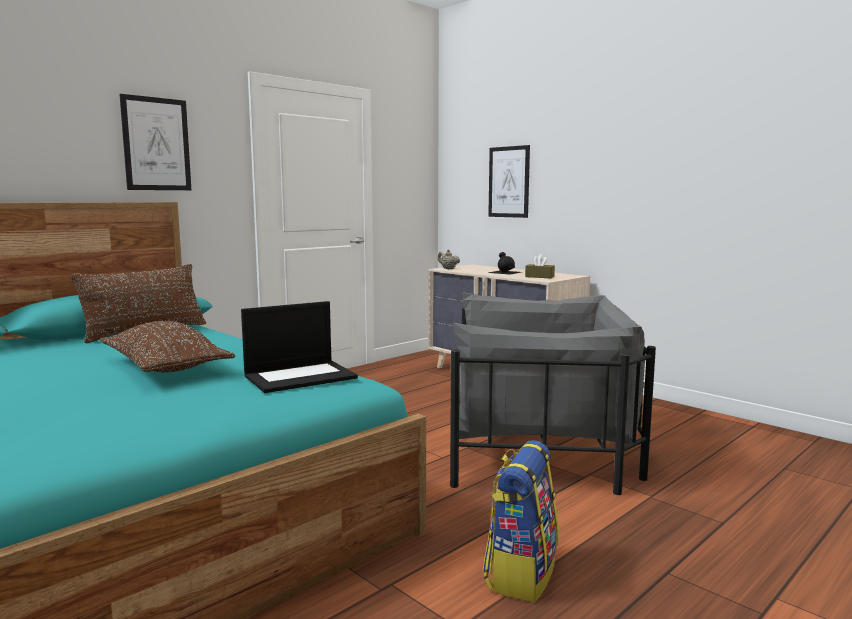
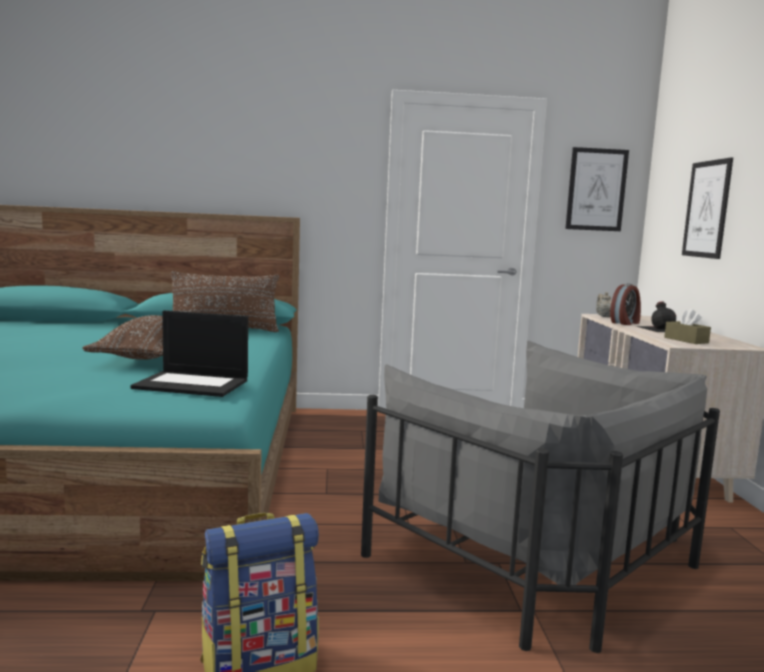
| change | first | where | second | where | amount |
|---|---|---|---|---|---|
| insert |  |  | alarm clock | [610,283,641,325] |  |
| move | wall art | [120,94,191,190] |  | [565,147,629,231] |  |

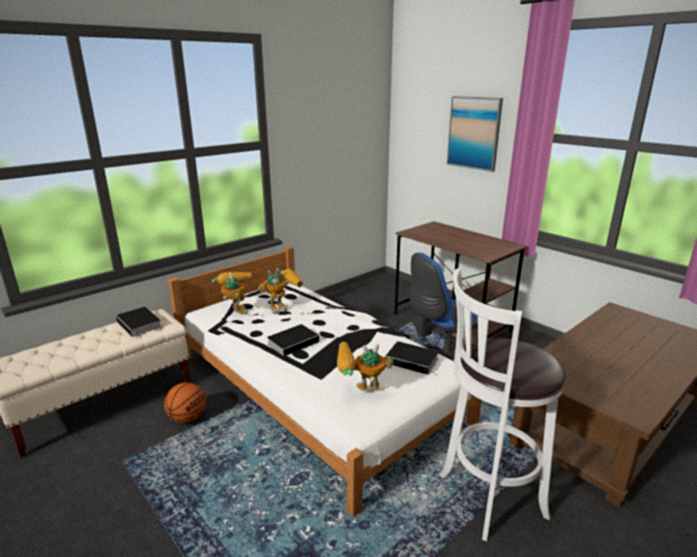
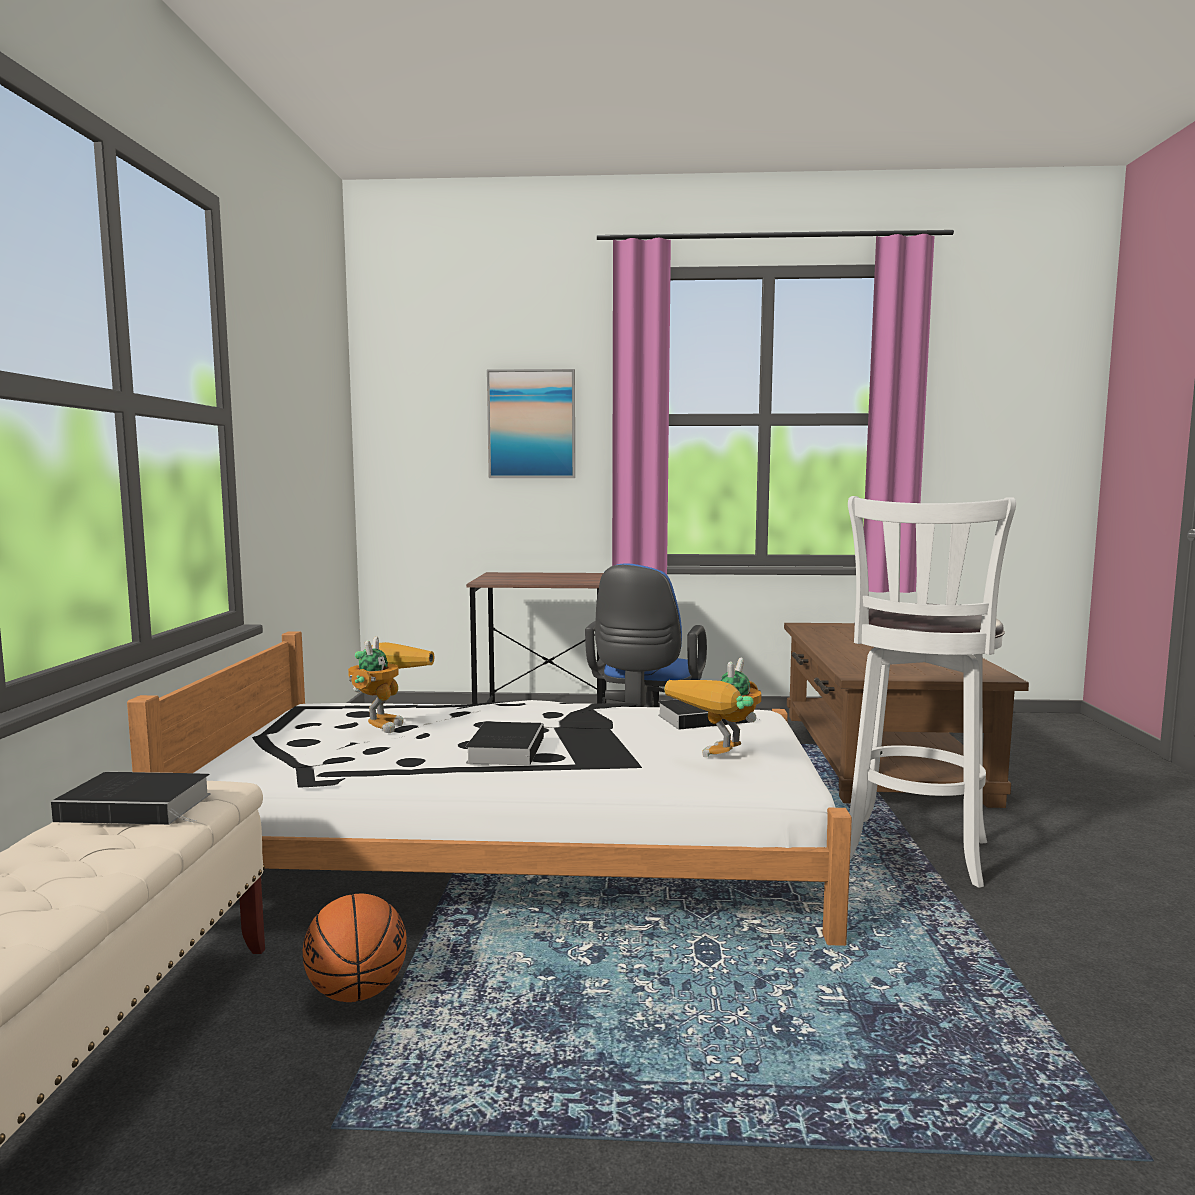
| change | first | where | second | where | amount |
|---|---|---|---|---|---|
| delete | robot figure | [212,272,252,315] |  |  |  |

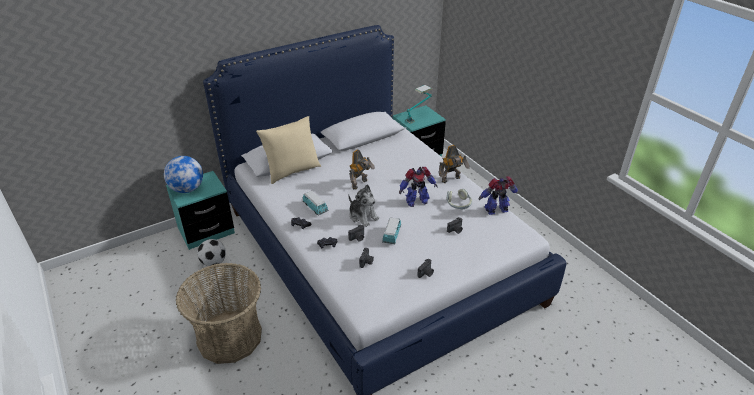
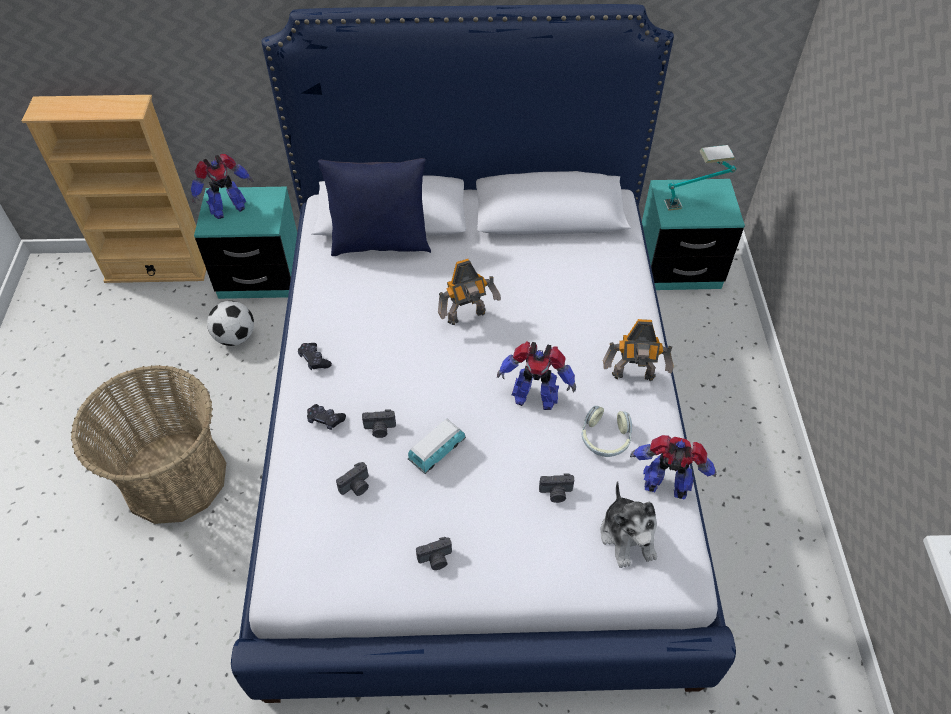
| change | first | where | second | where | amount |
|---|---|---|---|---|---|
| delete | toy car | [303,191,329,216] |  |  |  |
| insert |  |  | sand-coloured shelving unit | [22,95,206,283] |  |
| move | soft toy | [348,184,379,227] |  | [600,481,657,568] |  |
| replace | desk globe | [164,156,203,193] | robot figure | [191,153,254,219] |  |
| recolor | sand-coloured pillow | [256,116,321,184] | blue pillow | [318,158,431,256] |  |

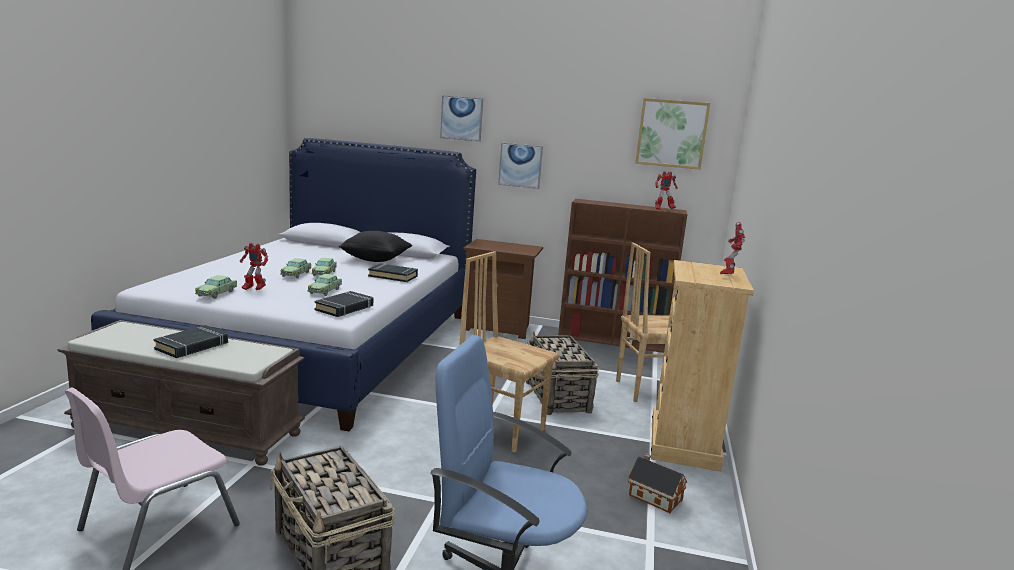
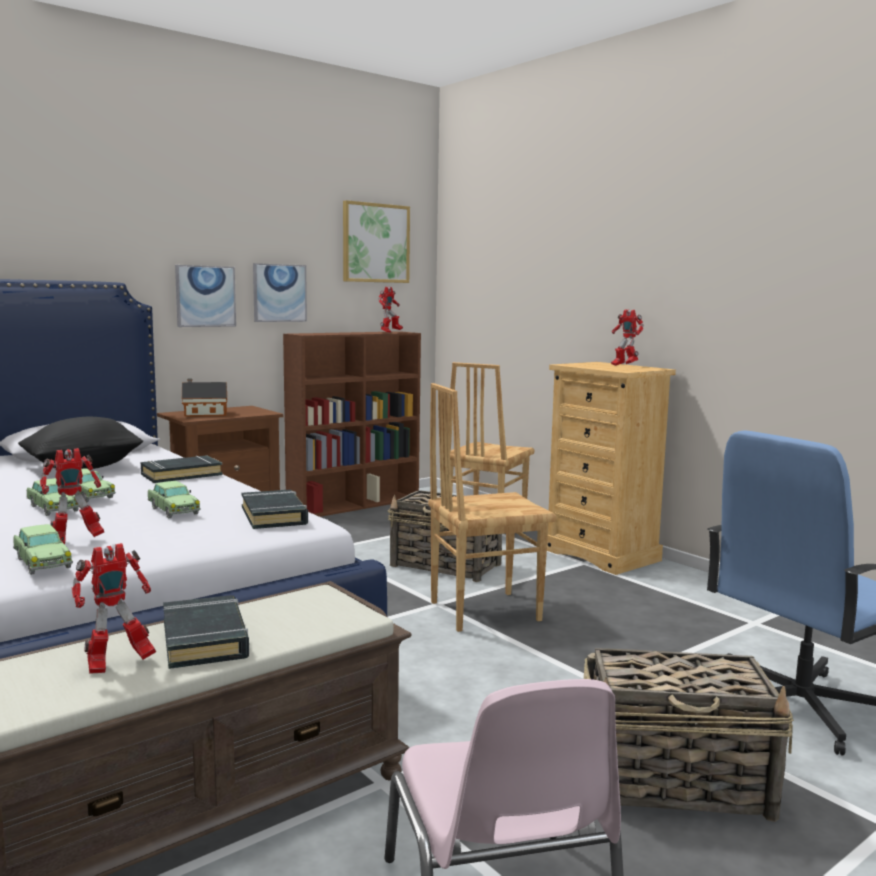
| change | first | where | second | where | amount |
|---|---|---|---|---|---|
| insert |  |  | robot figure | [72,543,156,674] |  |
| move | wall art | [440,95,483,142] |  | [253,263,307,322] |  |
| move | toy house | [628,453,688,513] |  | [182,379,227,417] |  |

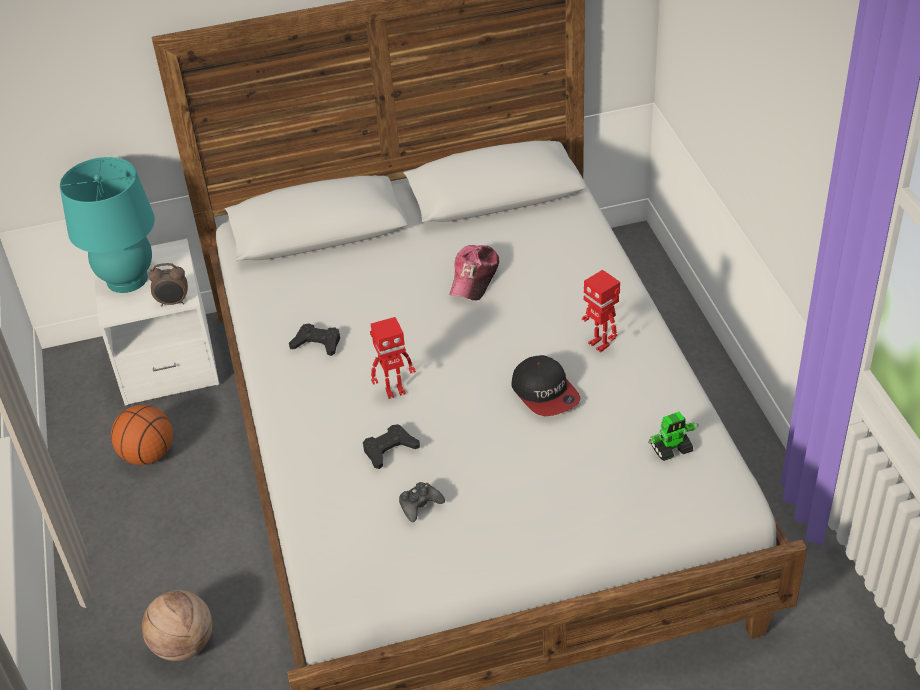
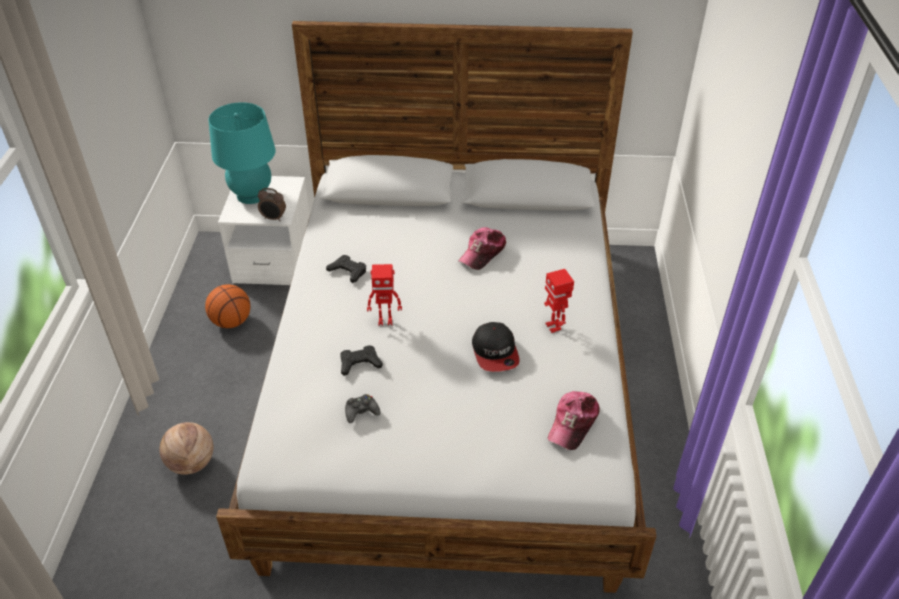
| change | first | where | second | where | amount |
|---|---|---|---|---|---|
| replace | robot figure | [648,412,699,461] | cap | [548,391,599,450] |  |

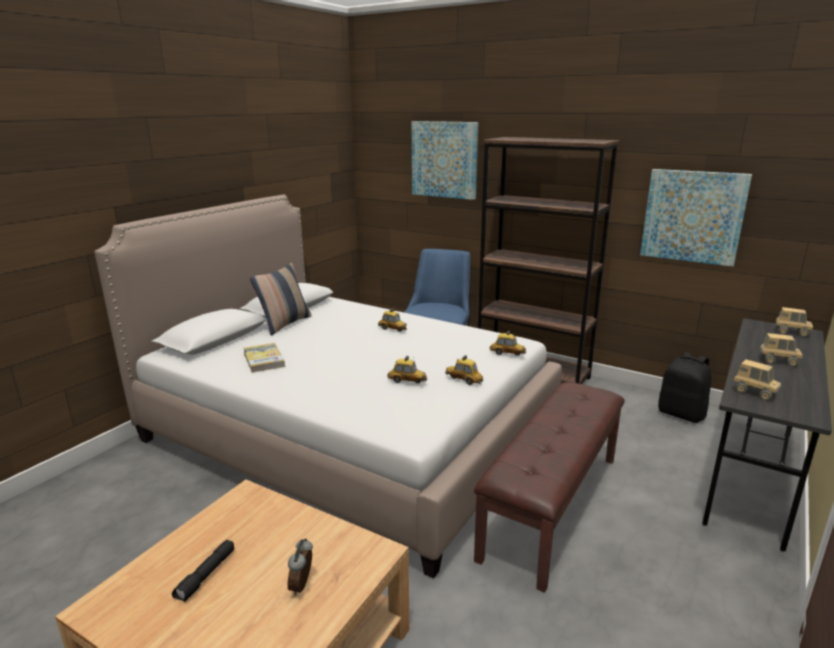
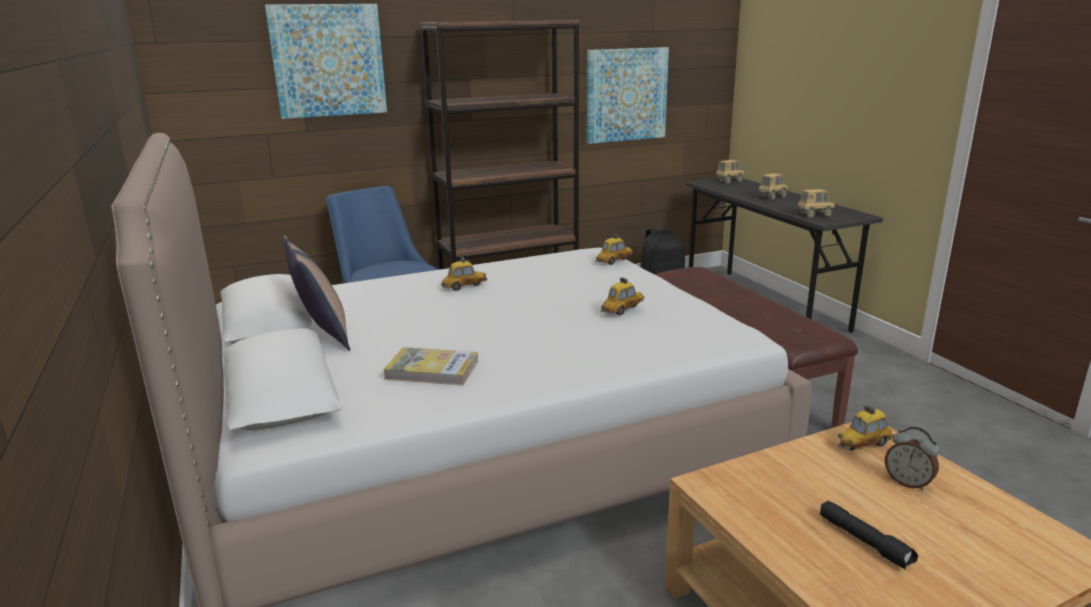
| change | first | where | second | where | amount |
|---|---|---|---|---|---|
| move | toy car | [445,355,483,385] |  | [838,405,894,450] |  |

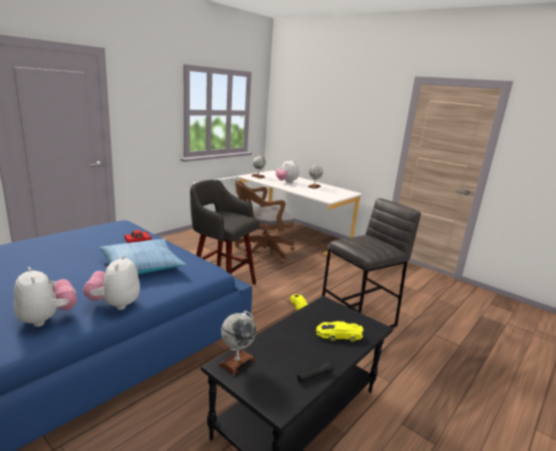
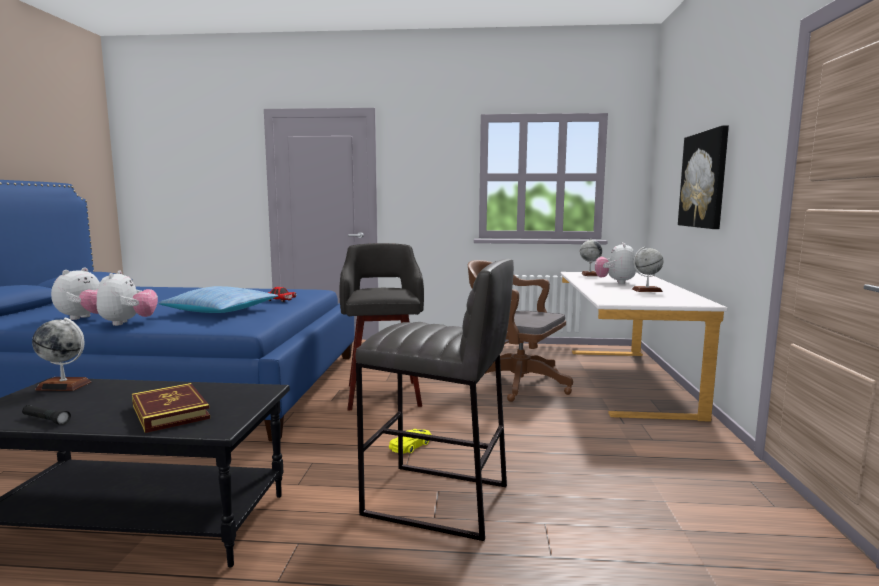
| change | first | where | second | where | amount |
|---|---|---|---|---|---|
| insert |  |  | wall art | [678,125,729,229] |  |
| replace | yellow toy car | [316,321,364,342] | volume | [132,383,210,433] |  |
| rotate | soft toy | [83,255,140,310] |  | [96,270,158,326] | 120 degrees clockwise |

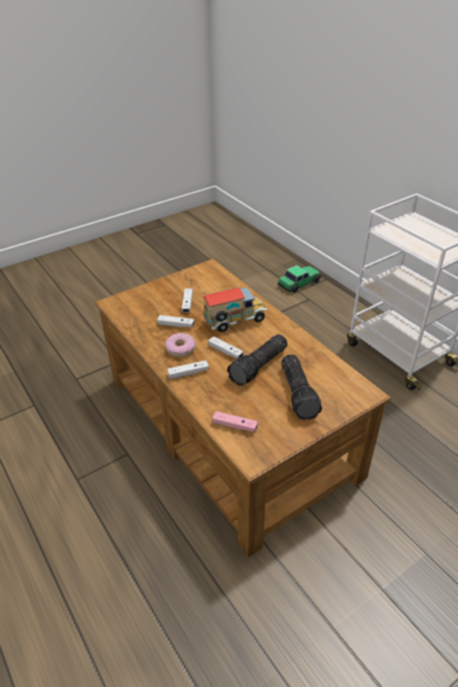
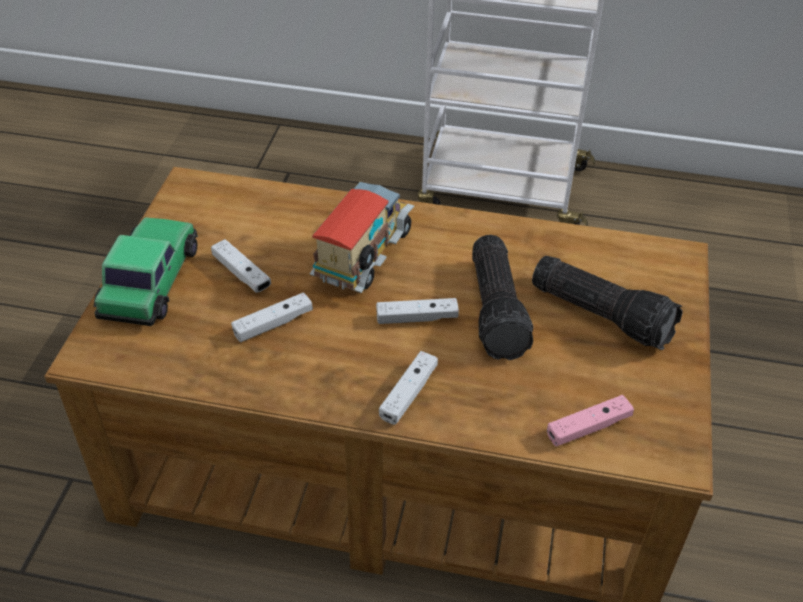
| change | first | where | second | where | amount |
|---|---|---|---|---|---|
| delete | ring doughnut | [165,333,196,357] |  |  |  |
| move | toy car | [278,265,322,293] |  | [93,217,198,326] |  |

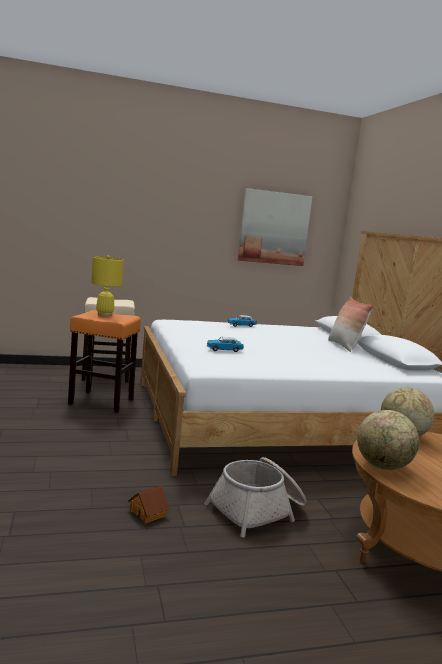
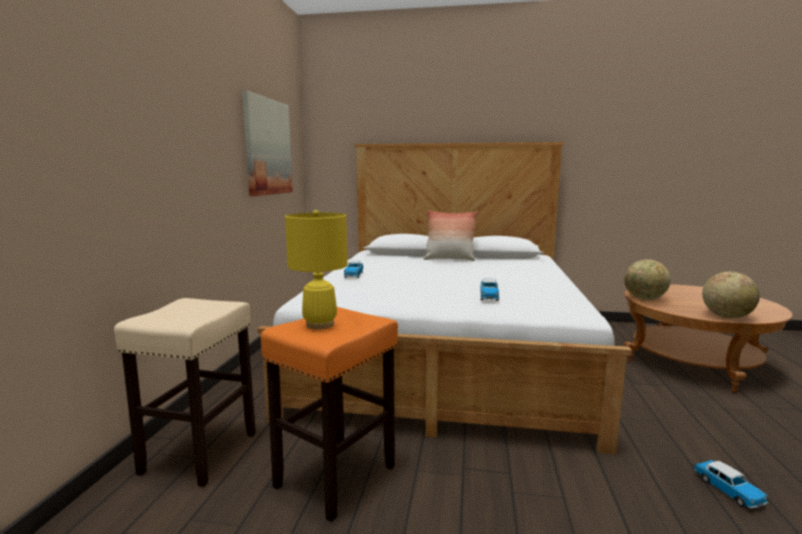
| change | first | where | second | where | amount |
|---|---|---|---|---|---|
| delete | basket | [204,457,306,538] |  |  |  |
| replace | toy house | [128,486,169,524] | toy car | [694,460,768,508] |  |

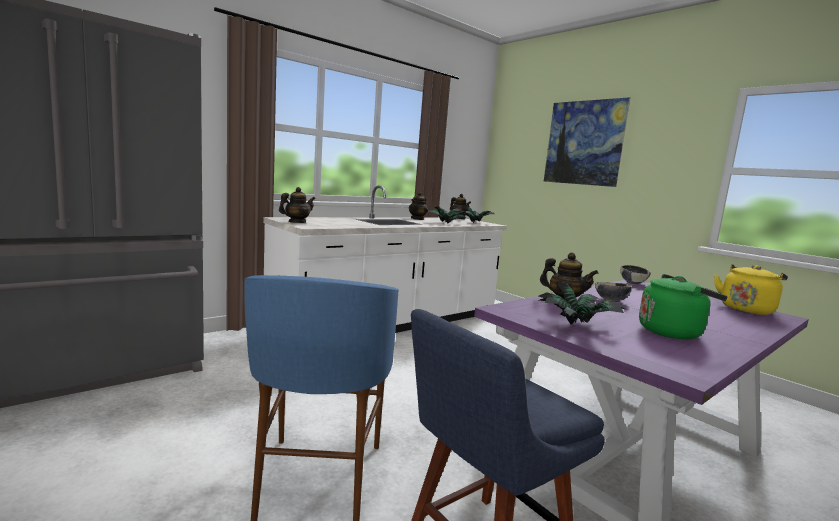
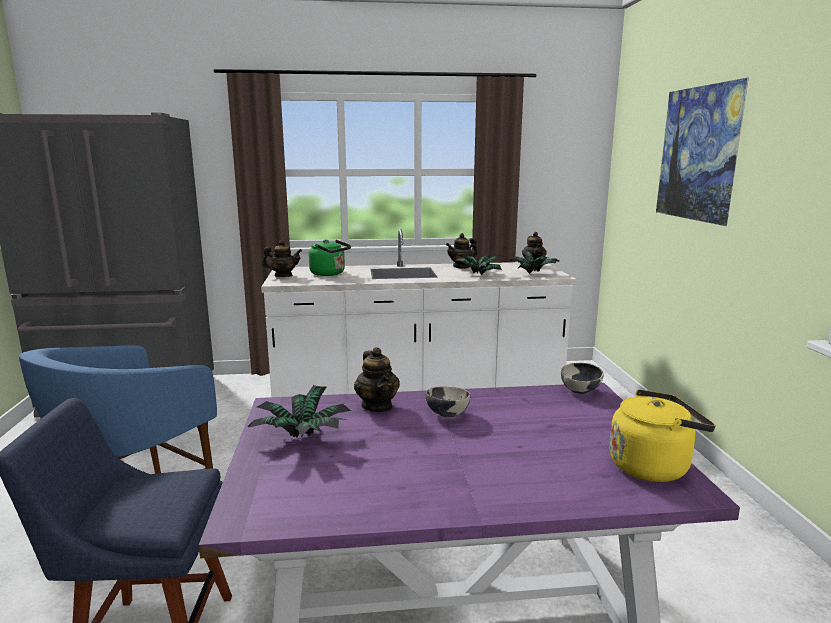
| change | first | where | second | where | amount |
|---|---|---|---|---|---|
| move | greenish kettle | [639,274,728,339] |  | [309,239,351,276] |  |

